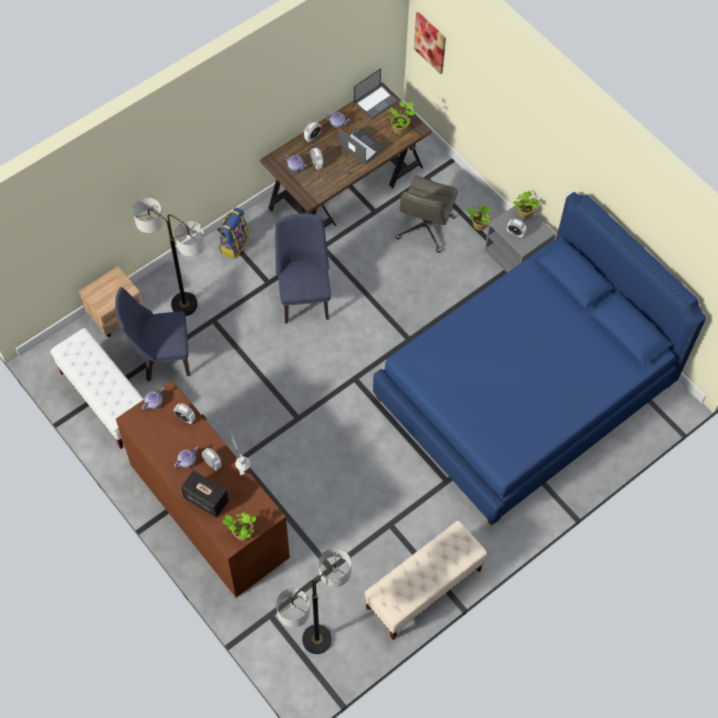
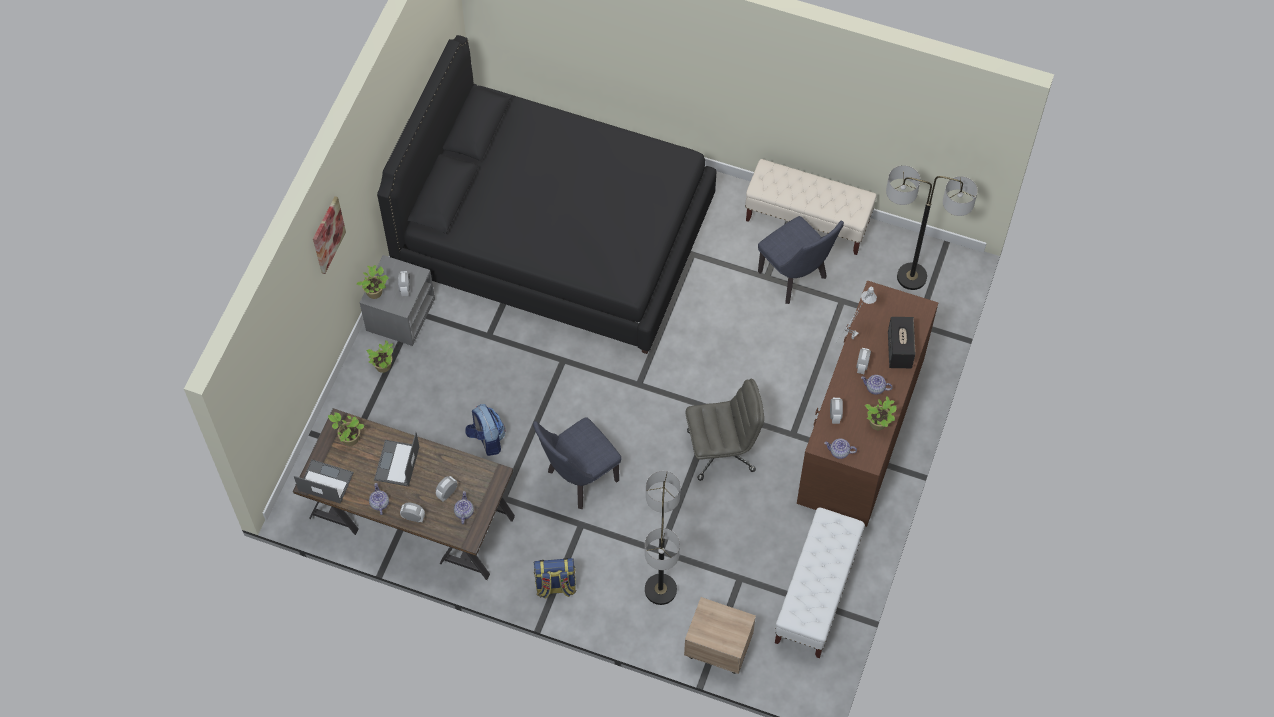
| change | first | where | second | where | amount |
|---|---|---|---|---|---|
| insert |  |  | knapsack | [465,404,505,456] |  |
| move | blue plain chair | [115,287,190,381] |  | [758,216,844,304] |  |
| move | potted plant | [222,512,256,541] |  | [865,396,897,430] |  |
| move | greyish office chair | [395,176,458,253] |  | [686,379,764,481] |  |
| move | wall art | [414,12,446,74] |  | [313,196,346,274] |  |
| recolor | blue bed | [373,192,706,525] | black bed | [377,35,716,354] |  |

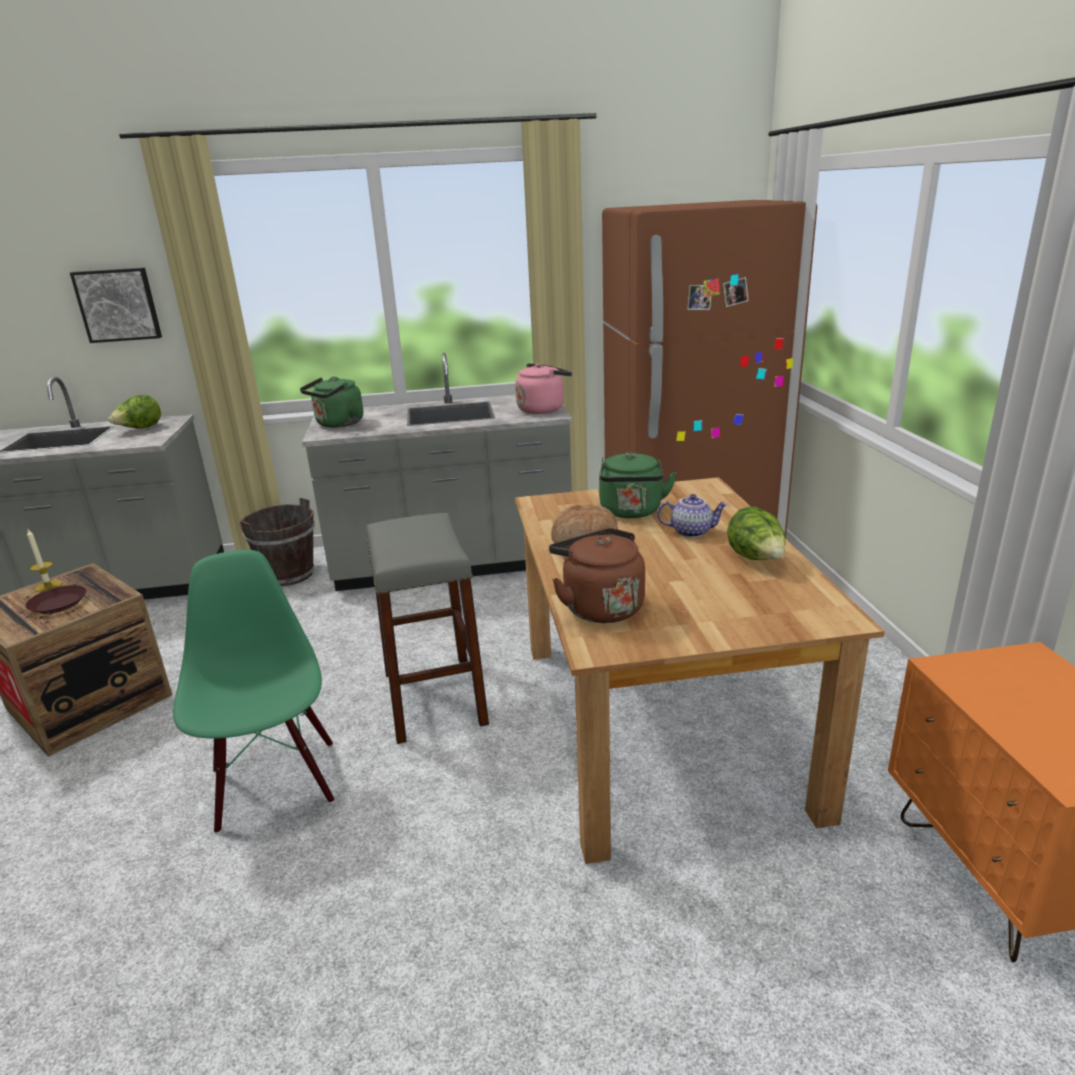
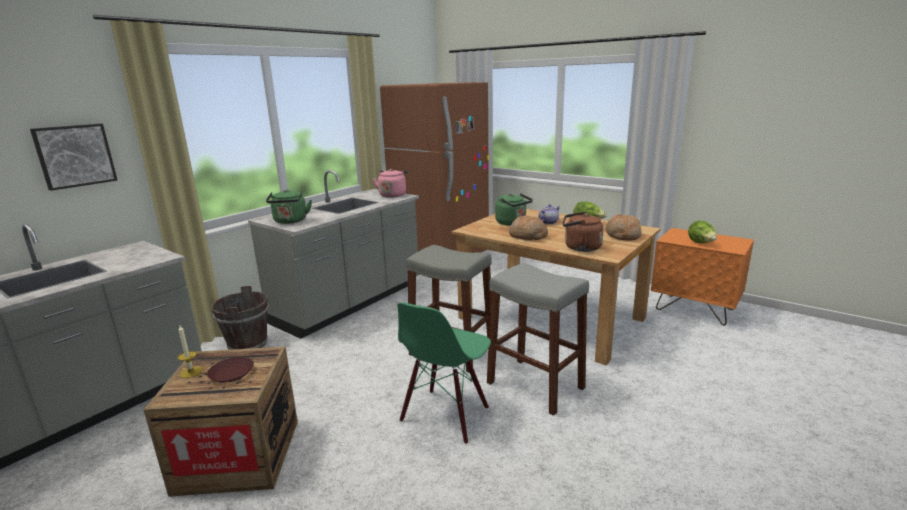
| change | first | where | second | where | amount |
|---|---|---|---|---|---|
| insert |  |  | greyish stool seat | [487,263,589,416] |  |
| insert |  |  | bread | [605,214,642,241] |  |
| move | lettuce | [108,395,161,428] |  | [688,220,717,243] |  |
| rotate | greenish plain chair | [173,550,334,834] |  | [397,302,491,444] | 90 degrees counterclockwise |

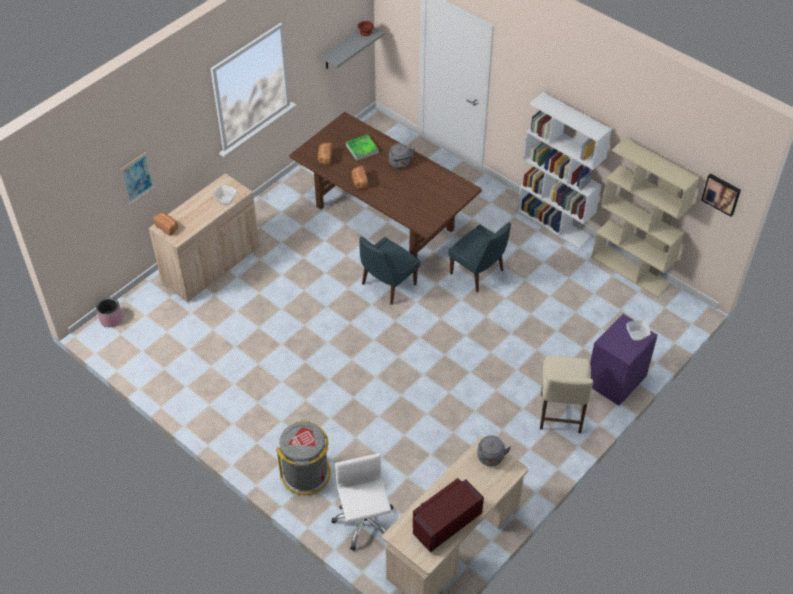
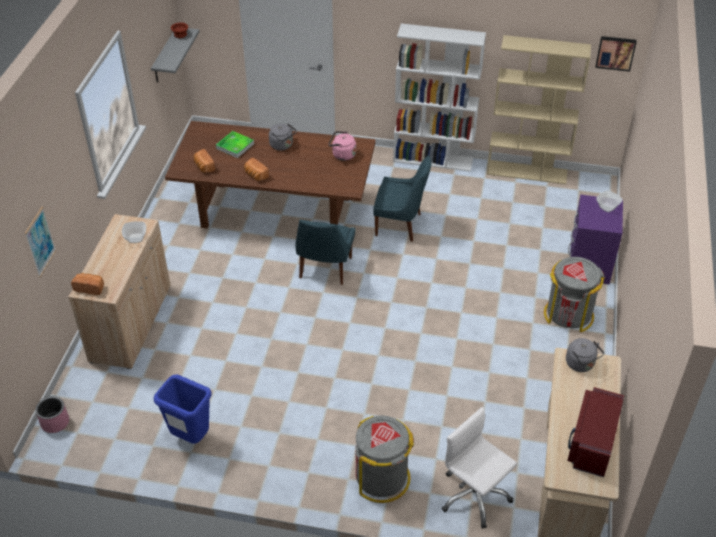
| change | first | where | second | where | amount |
|---|---|---|---|---|---|
| insert |  |  | blue rubbish bin | [154,374,212,444] |  |
| insert |  |  | pink kettle | [328,131,356,161] |  |
| replace | sand-coloured plain chair | [540,356,593,433] | greyish rubbish bin | [544,257,605,332] |  |

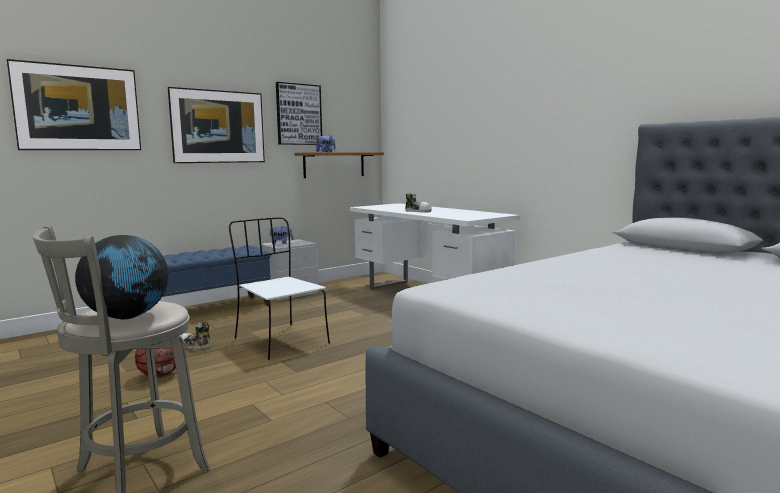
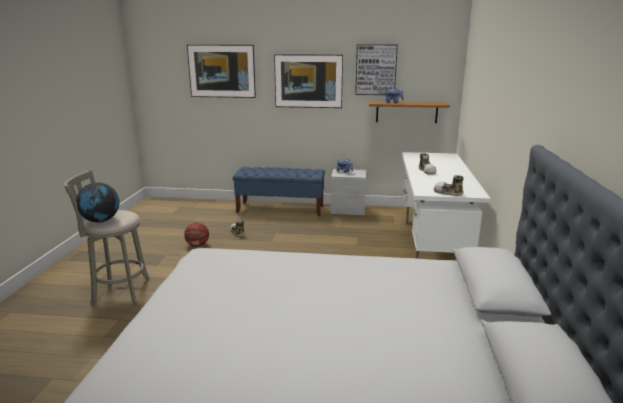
| change | first | where | second | where | amount |
|---|---|---|---|---|---|
| delete | whitish plain chair | [229,217,330,360] |  |  |  |
| insert |  |  | low shoe | [434,175,464,196] |  |

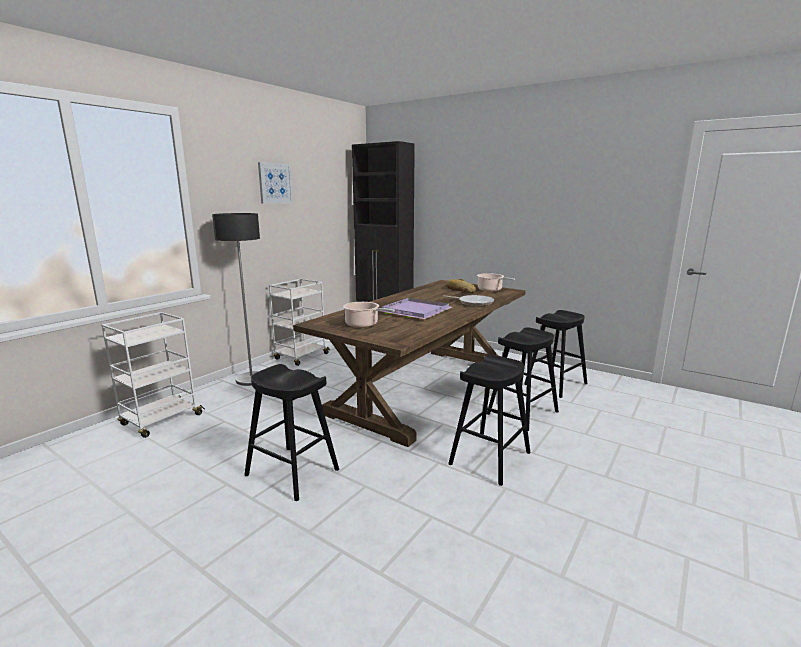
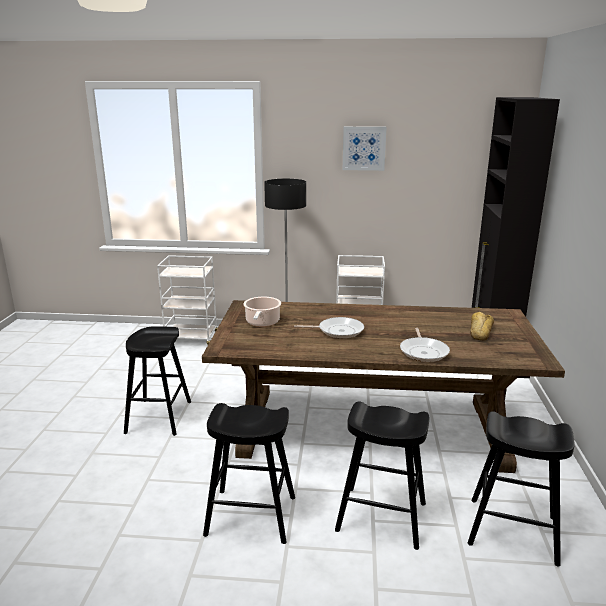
| change | first | where | second | where | amount |
|---|---|---|---|---|---|
| delete | saucepot | [477,273,515,292] |  |  |  |
| replace | purple serving tray | [381,298,452,319] | skillet | [294,317,364,338] |  |

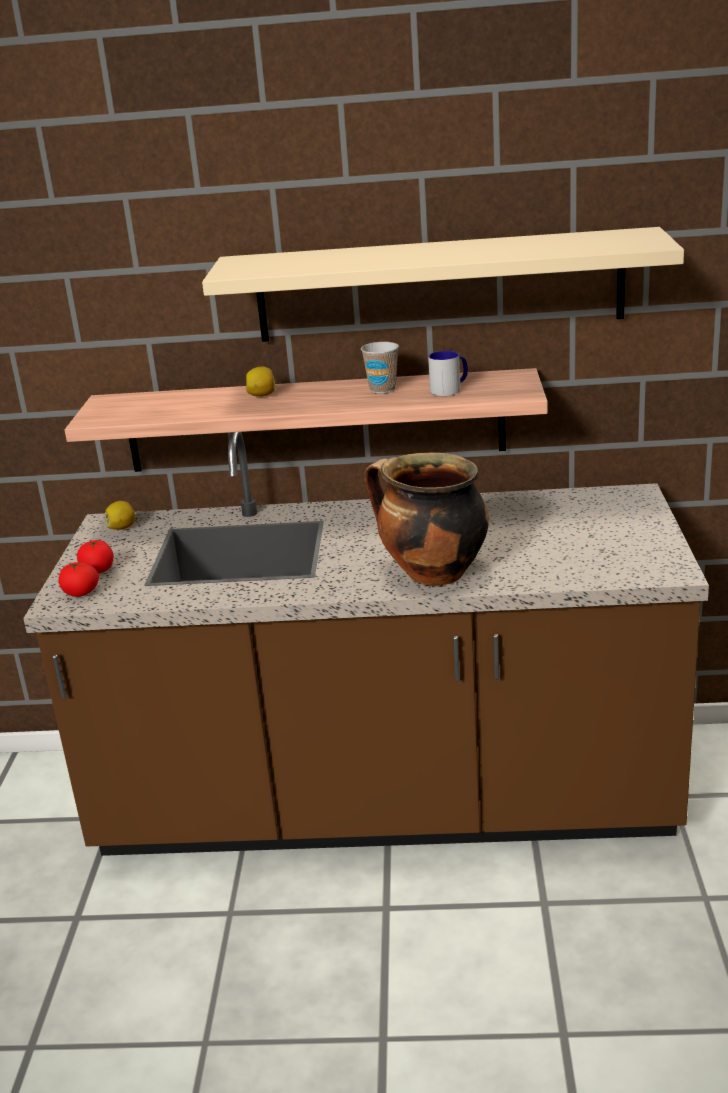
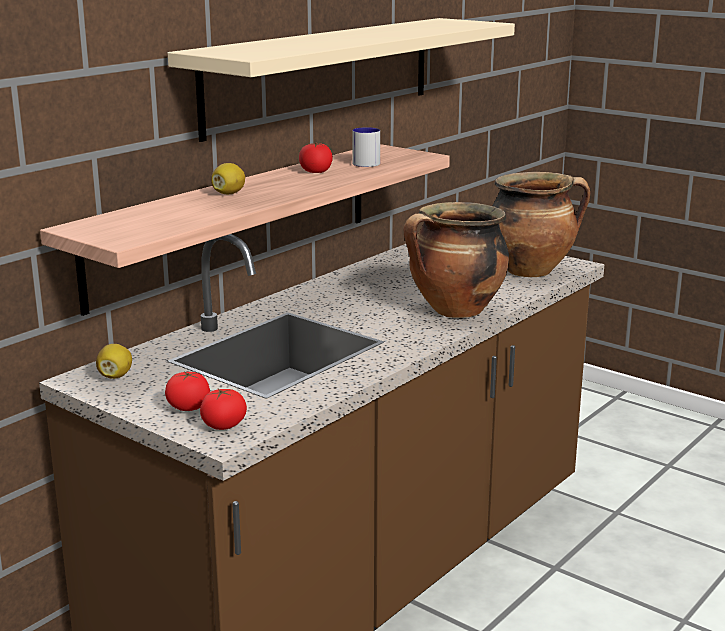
| change | first | where | second | where | amount |
|---|---|---|---|---|---|
| insert |  |  | saucepot | [492,172,590,277] |  |
| replace | small cup | [361,342,399,394] | tomato | [299,143,333,173] |  |

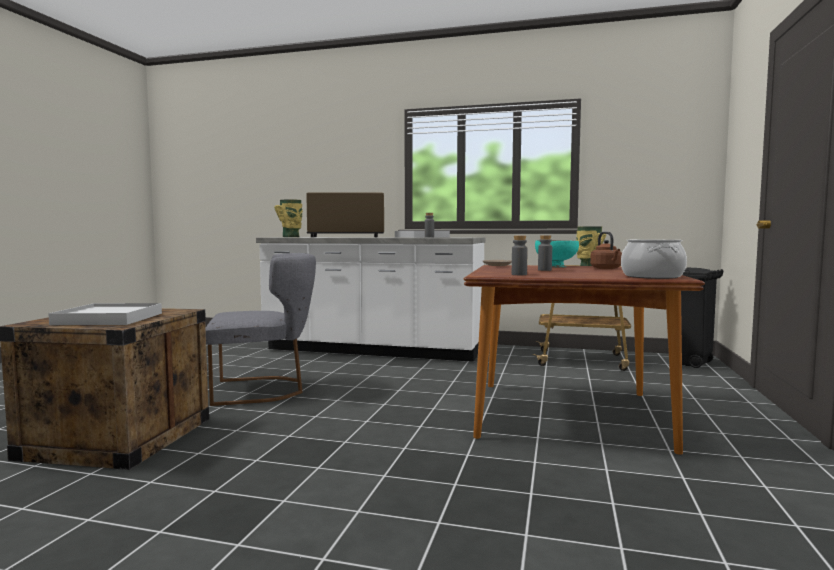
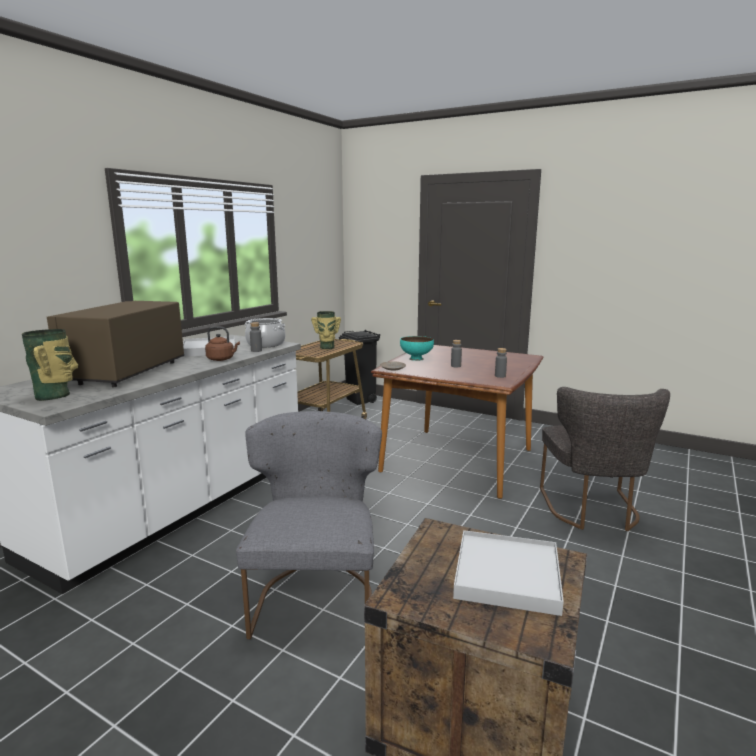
| change | first | where | second | where | amount |
|---|---|---|---|---|---|
| insert |  |  | greyish plain chair | [540,387,670,531] |  |
| move | brown kettle | [590,232,622,269] |  | [205,326,240,361] |  |
| move | saucepot | [621,240,687,279] |  | [245,318,285,348] |  |

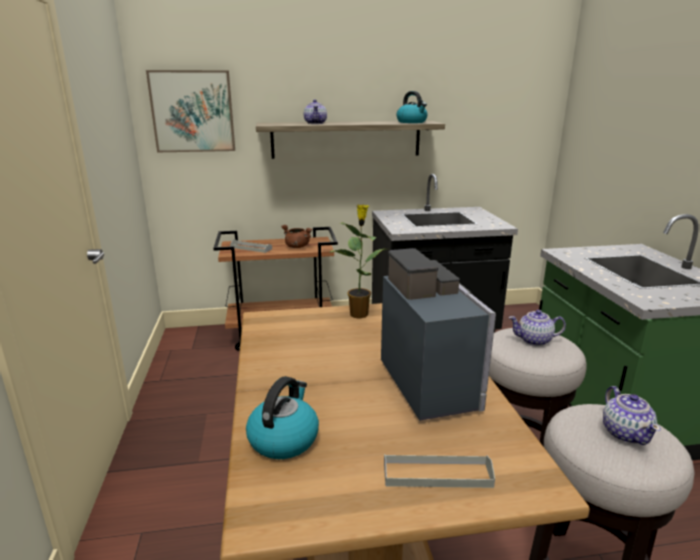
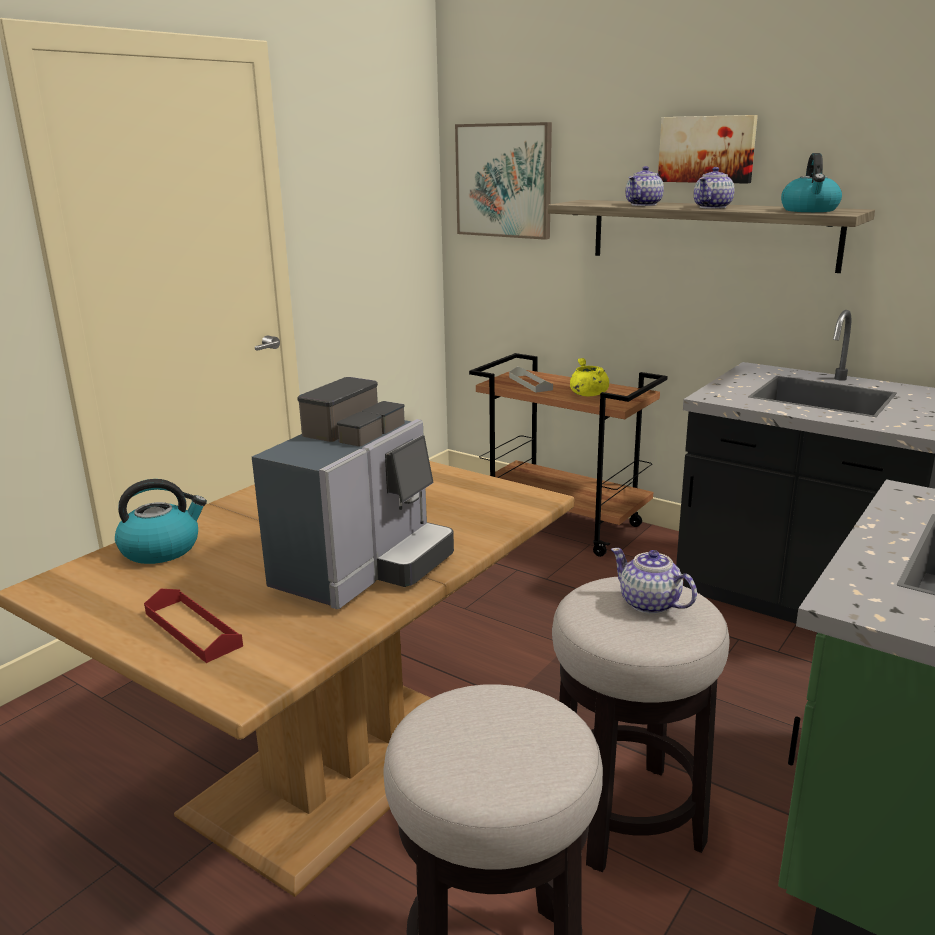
| change | first | where | second | where | amount |
|---|---|---|---|---|---|
| delete | potted plant | [329,204,387,319] |  |  |  |
| insert |  |  | wall art | [658,115,758,184] |  |
| move | teapot | [603,386,661,445] |  | [694,167,734,209] |  |
| recolor | brown saucepot | [281,225,313,248] | yellow saucepot | [570,358,609,396] |  |
| recolor | greyish serving tray | [384,454,495,488] | red serving tray | [144,589,243,663] |  |

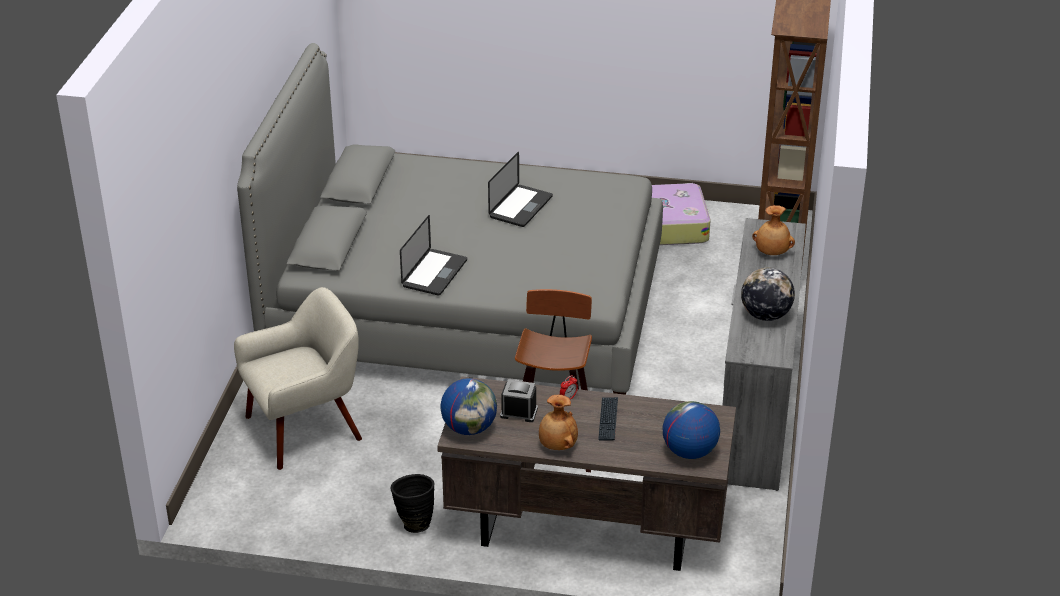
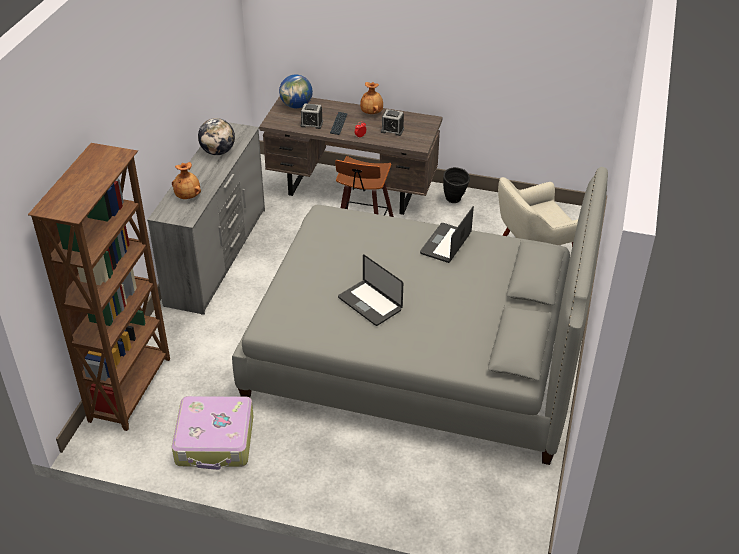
| change | first | where | second | where | amount |
|---|---|---|---|---|---|
| delete | desk globe | [440,378,497,435] |  |  |  |
| insert |  |  | alarm clock | [300,103,323,129] |  |
| rotate | portable computer | [488,152,553,227] |  | [338,254,403,326] | 75 degrees counterclockwise |

